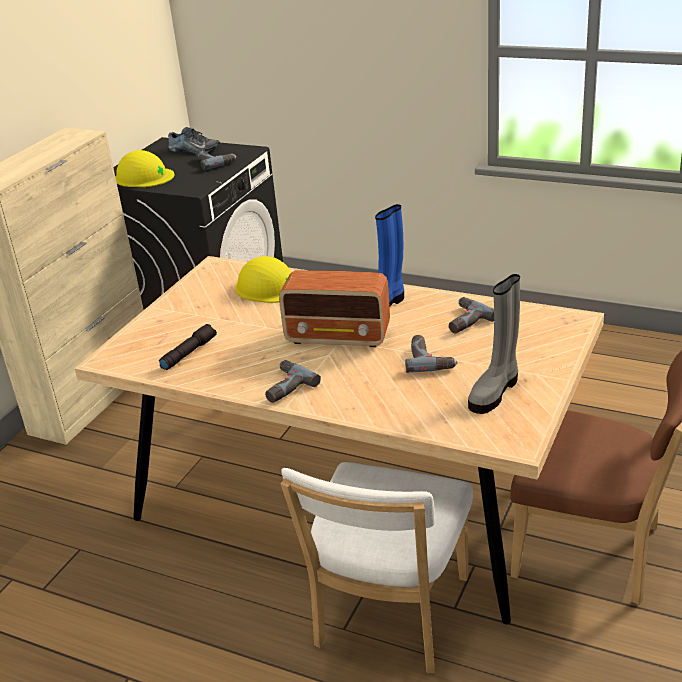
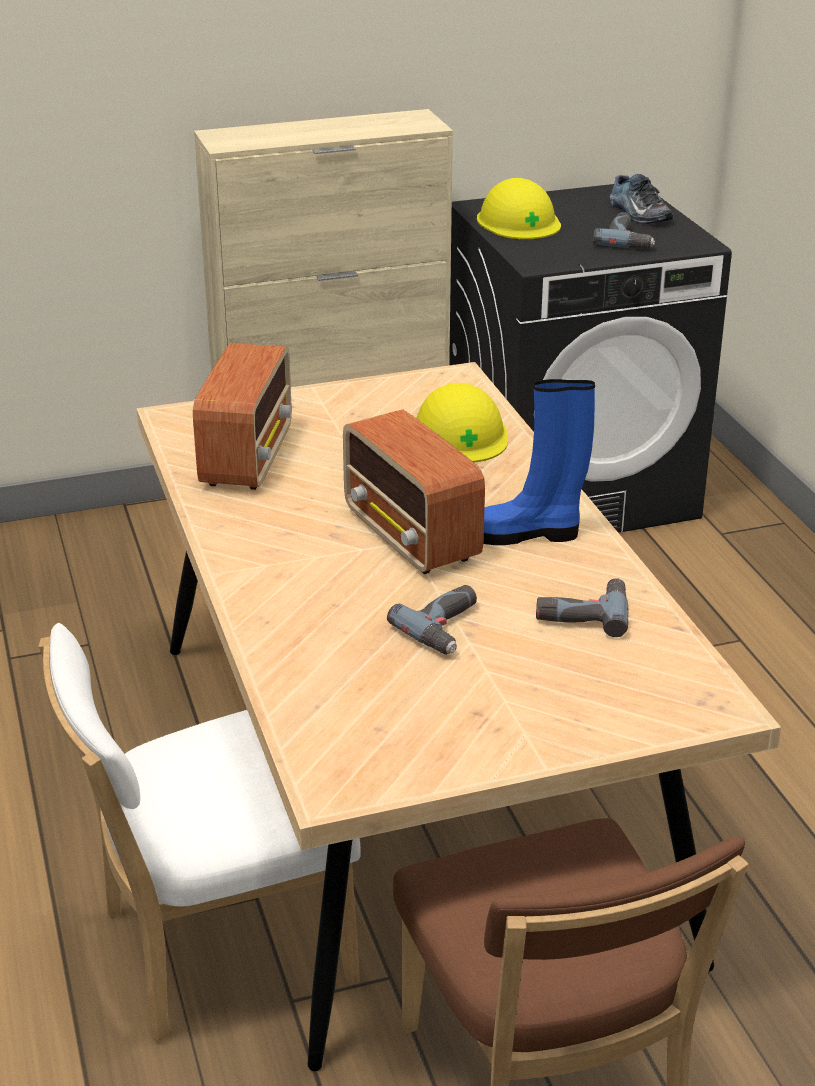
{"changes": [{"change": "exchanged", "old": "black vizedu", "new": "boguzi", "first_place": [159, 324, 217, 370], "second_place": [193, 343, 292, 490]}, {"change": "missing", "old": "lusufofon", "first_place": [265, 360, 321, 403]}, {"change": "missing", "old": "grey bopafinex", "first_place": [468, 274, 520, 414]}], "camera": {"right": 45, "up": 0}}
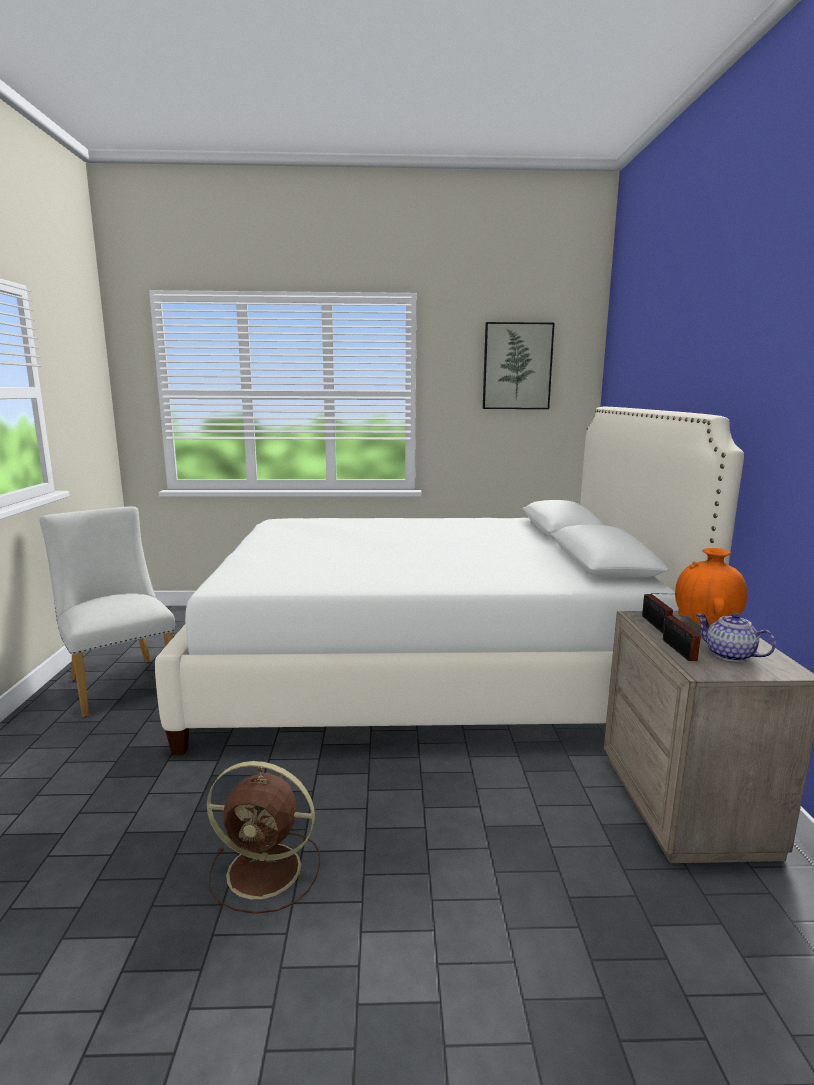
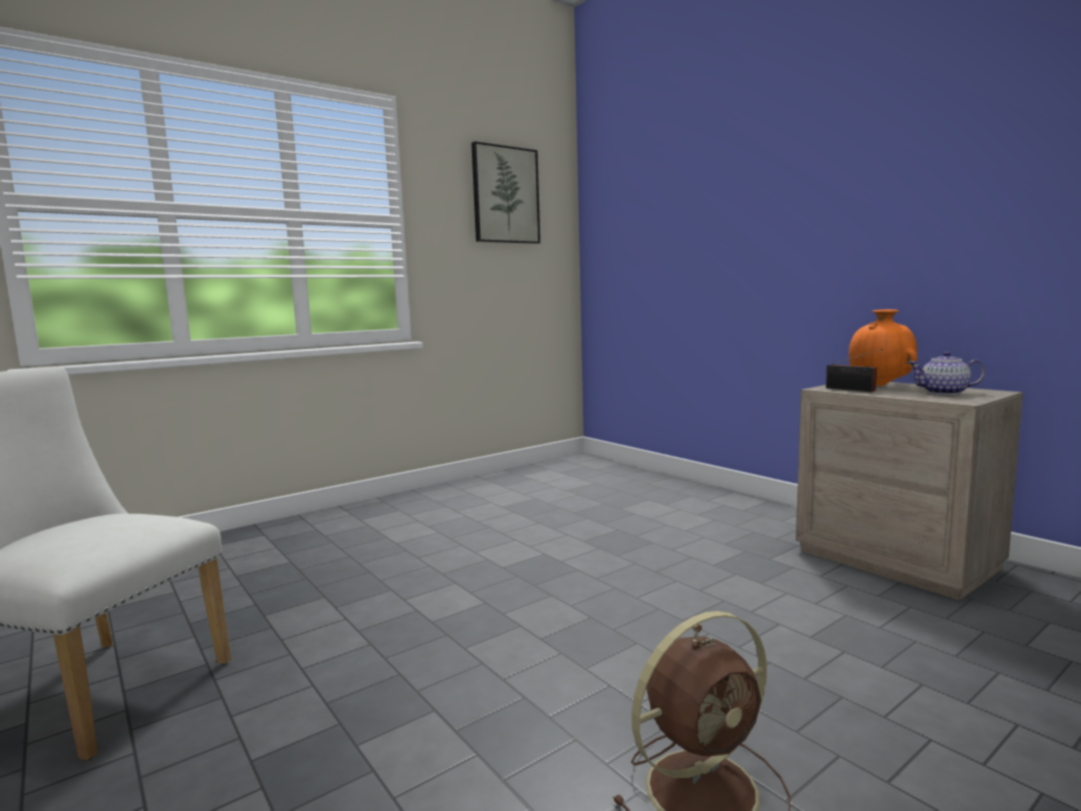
{"changes": [{"change": "missing", "old": "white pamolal", "first_place": [155, 407, 744, 755]}, {"change": "missing", "old": "boguzi", "first_place": [663, 615, 705, 661]}], "camera": {"right": -35, "up": -5}}
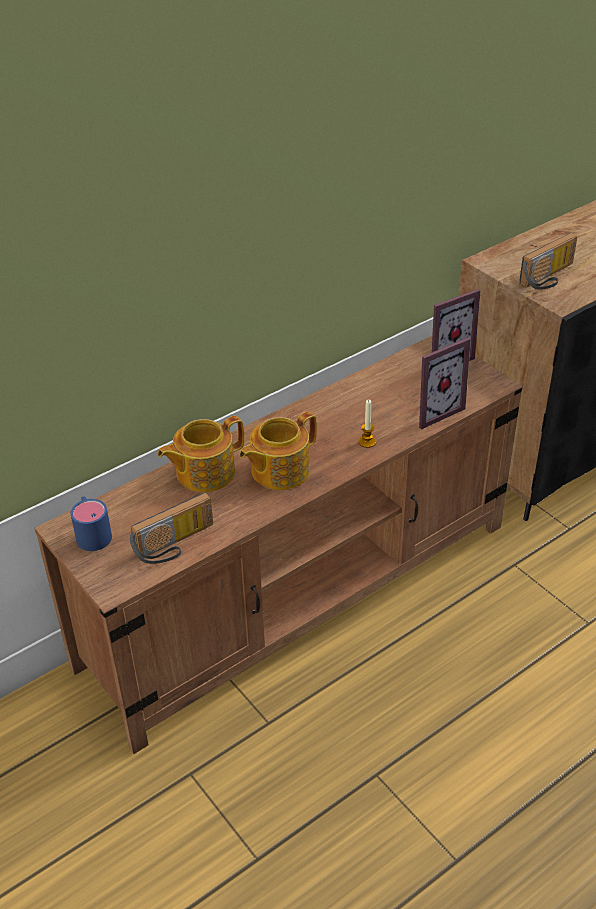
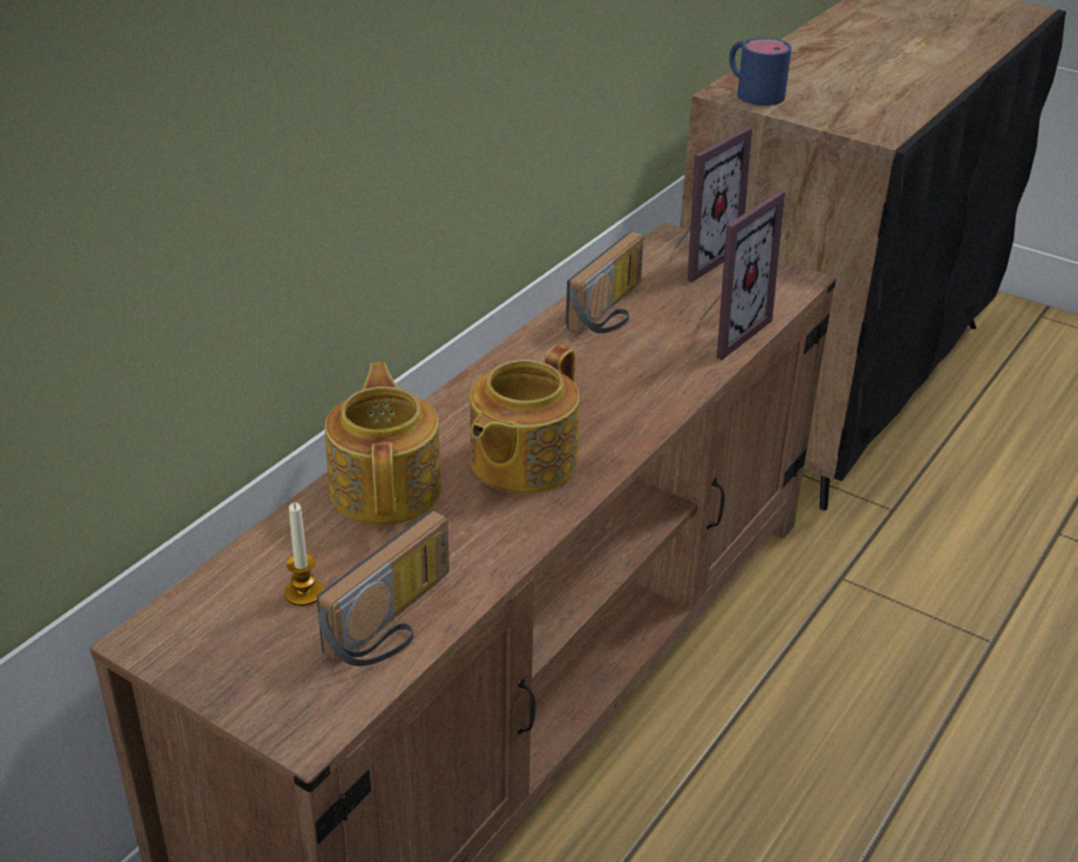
{"changes": [{"change": "relocated", "old": "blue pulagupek", "first_place": [70, 496, 112, 551], "second_place": [729, 38, 792, 106]}, {"change": "spun", "old": "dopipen", "first_place": [158, 416, 244, 492], "second_place": [325, 362, 441, 525], "degrees": 135}, {"change": "relocated", "old": "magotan", "first_place": [358, 399, 376, 448], "second_place": [284, 503, 324, 606]}, {"change": "relocated", "old": "boguzi", "first_place": [519, 233, 577, 290], "second_place": [566, 231, 644, 333]}], "camera": {"right": -20, "up": -5}}
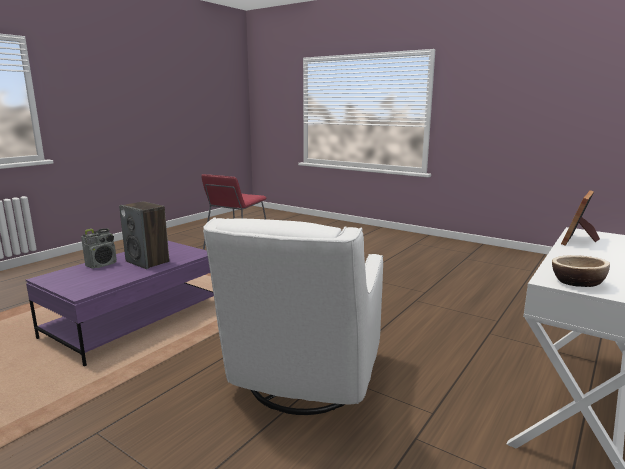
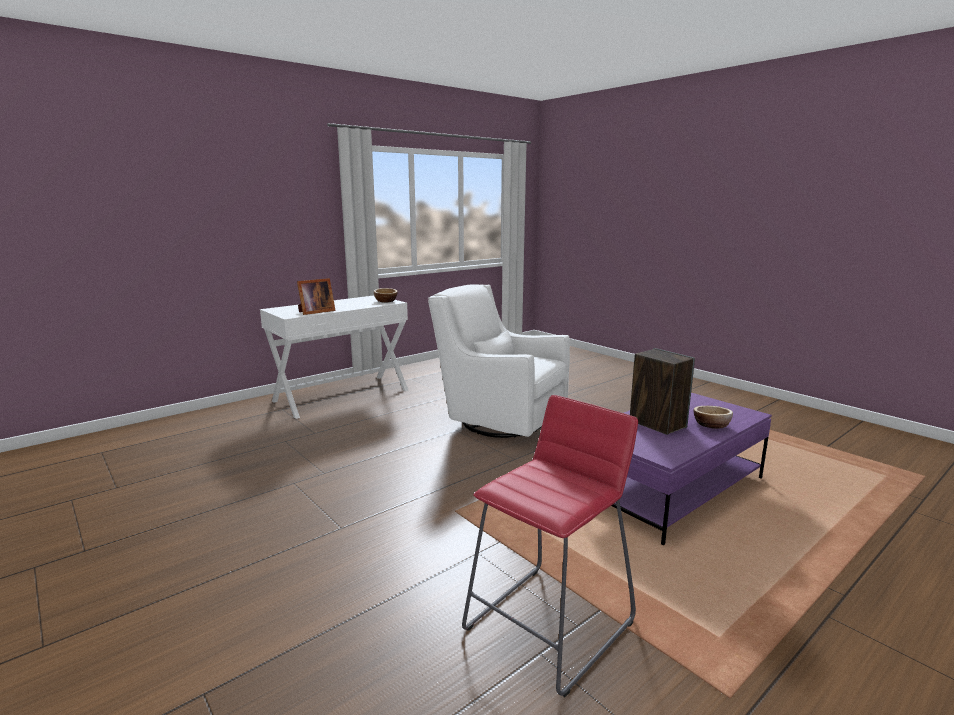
{"changes": [{"change": "exchanged", "old": "boguzi", "new": "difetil", "first_place": [81, 228, 117, 269], "second_place": [694, 406, 733, 429]}, {"change": "spun", "old": "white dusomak", "first_place": [203, 218, 383, 415], "second_place": [428, 284, 570, 438], "degrees": -90}], "camera": {"right": -165, "up": 0}}
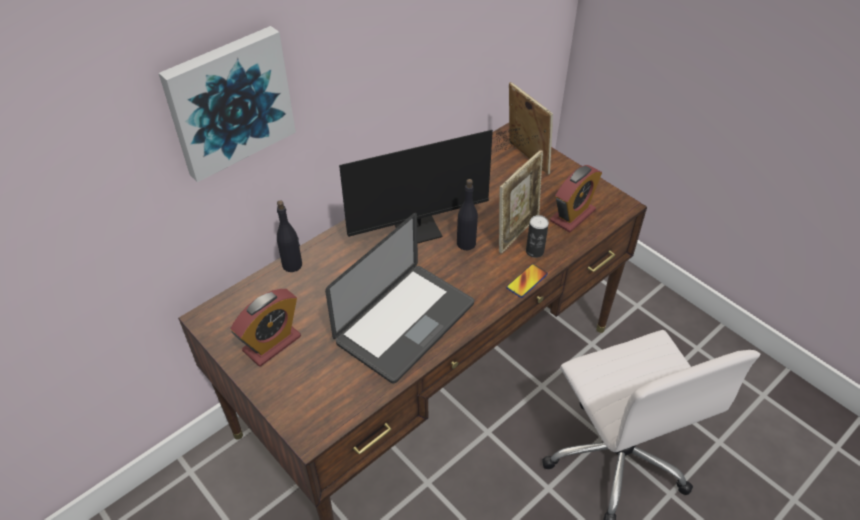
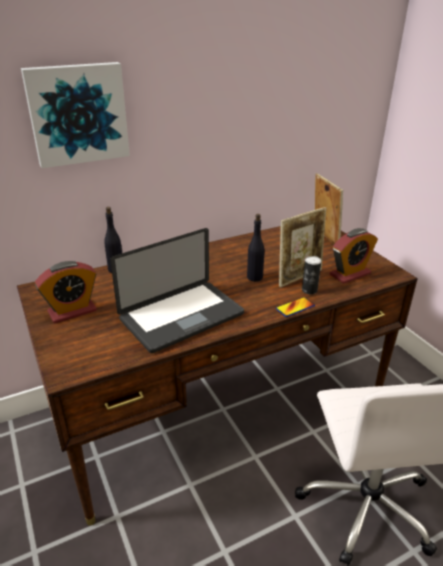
{"changes": [{"change": "missing", "old": "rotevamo", "first_place": [339, 128, 535, 243]}], "camera": {"right": 15, "up": -15}}
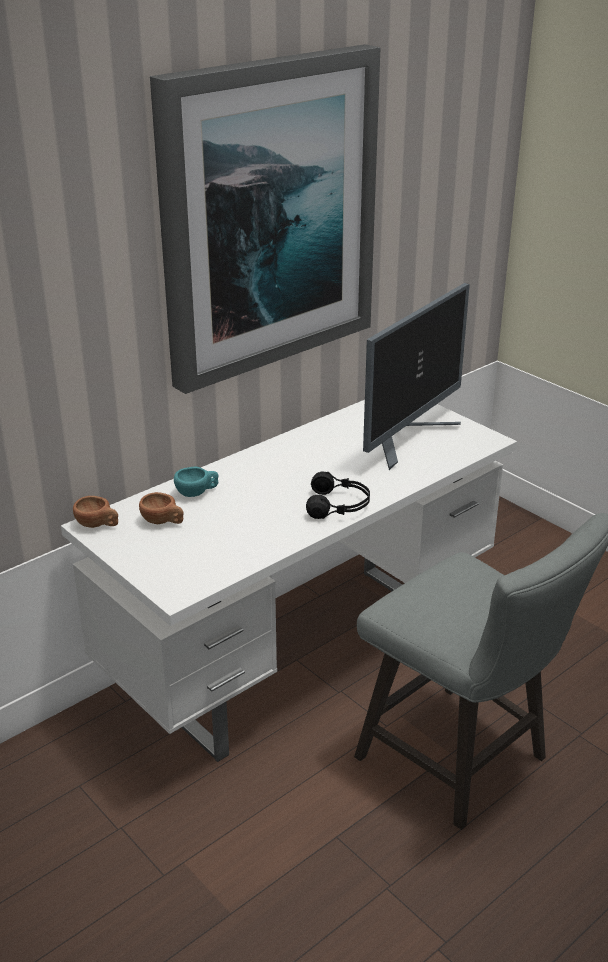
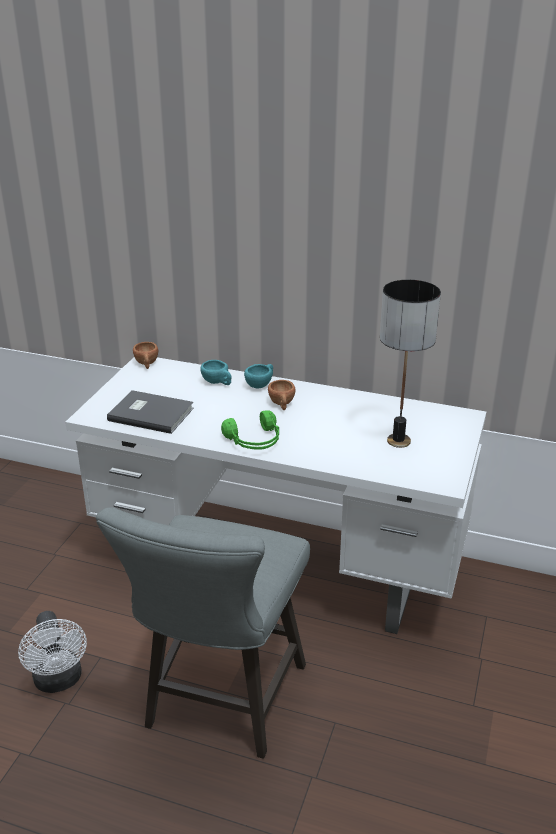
{"changes": [{"change": "relocated", "old": "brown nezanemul", "first_place": [139, 492, 184, 524], "second_place": [268, 380, 295, 410]}, {"change": "missing", "old": "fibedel", "first_place": [150, 44, 380, 394]}, {"change": "colour", "old": "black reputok", "new": "green reputok", "first_place": [306, 471, 370, 519], "second_place": [221, 410, 279, 450]}, {"change": "exchanged", "old": "rotevamo", "new": "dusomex", "first_place": [363, 283, 470, 470], "second_place": [380, 280, 441, 448]}, {"change": "appeared", "new": "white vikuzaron", "second_place": [18, 611, 87, 693]}, {"change": "appeared", "new": "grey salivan", "second_place": [107, 390, 194, 434]}, {"change": "appeared", "new": "turquoise nezanemul", "second_place": [244, 364, 273, 389]}], "camera": {"right": 60, "up": 0}}
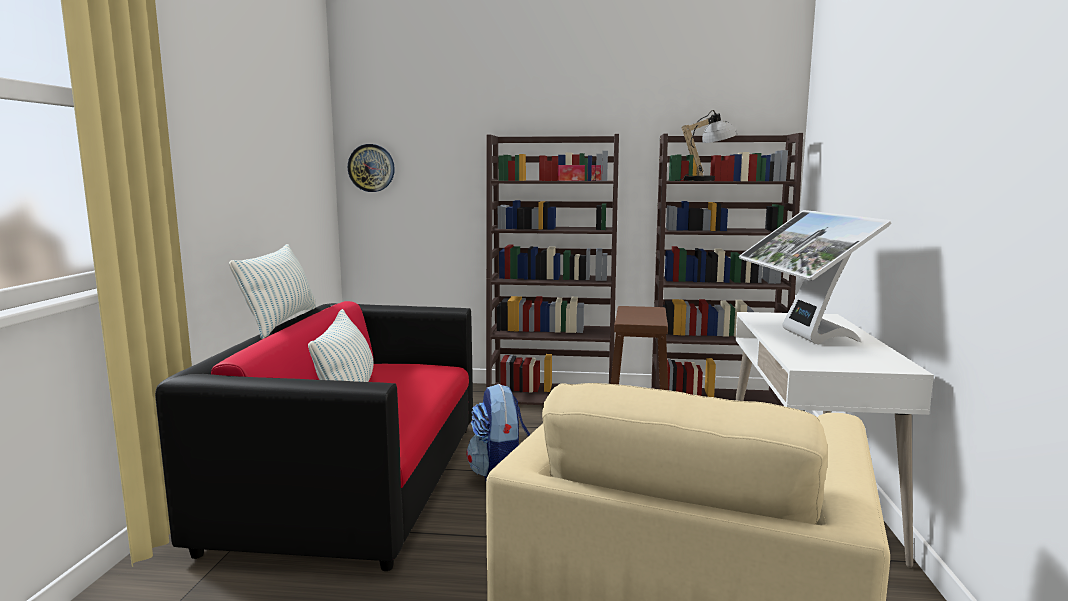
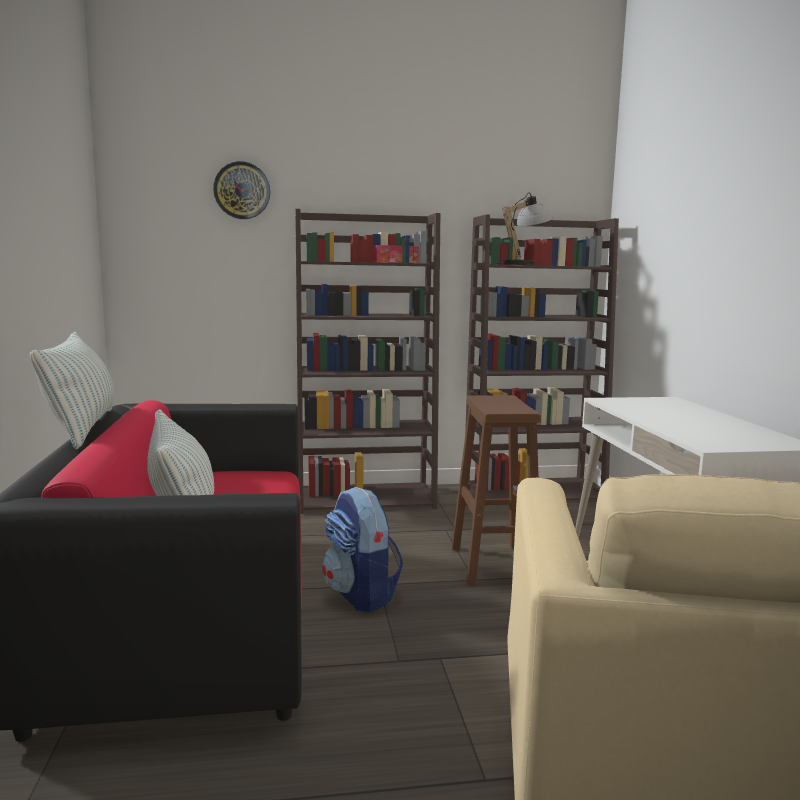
{"changes": [{"change": "relocated", "old": "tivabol", "first_place": [348, 144, 395, 192], "second_place": [213, 161, 270, 219]}, {"change": "missing", "old": "rotevamo", "first_place": [739, 210, 892, 344]}], "camera": {"right": -15, "up": 0}}
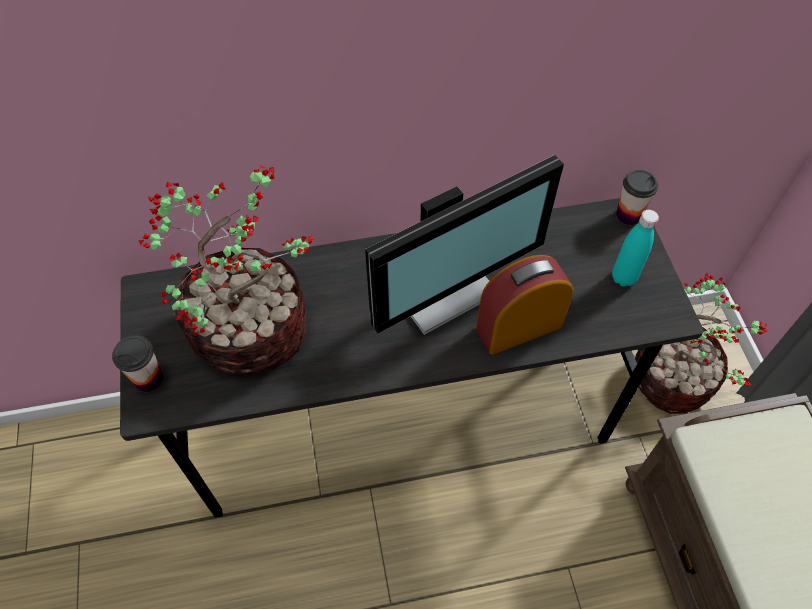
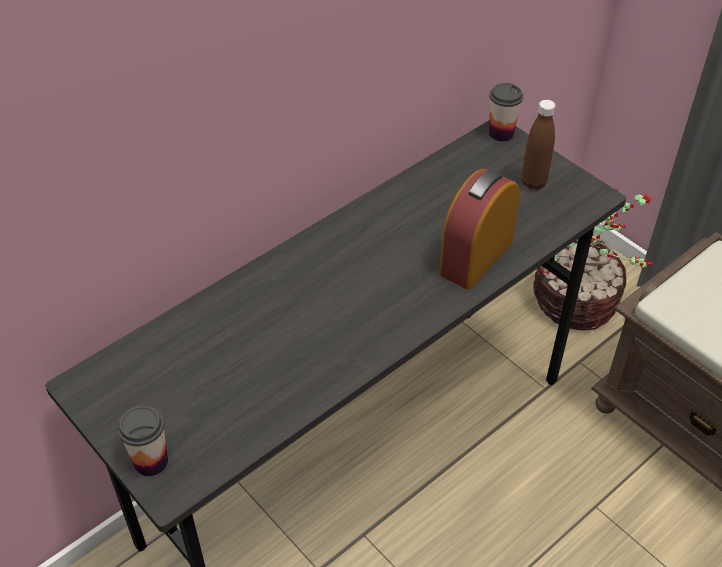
{"changes": [{"change": "missing", "old": "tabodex", "first_place": [138, 165, 313, 375]}, {"change": "missing", "old": "rotevamo", "first_place": [365, 155, 564, 335]}, {"change": "colour", "old": "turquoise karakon", "new": "brown karakon", "first_place": [612, 210, 659, 287], "second_place": [522, 100, 556, 190]}], "camera": {"right": -30, "up": -10}}
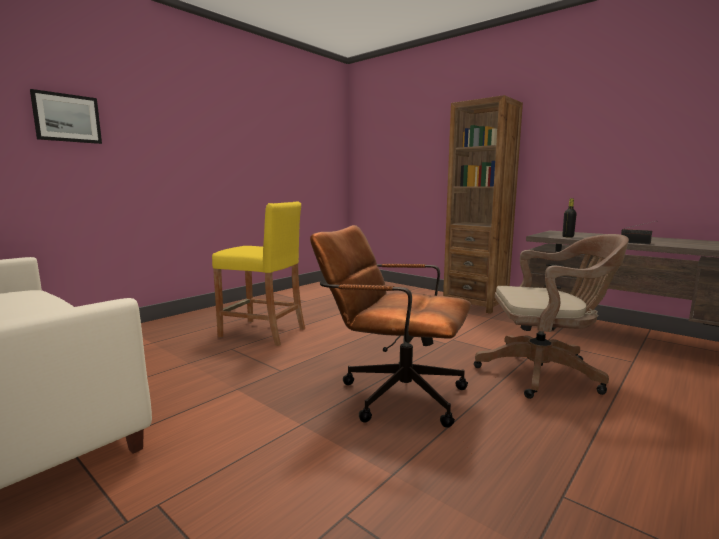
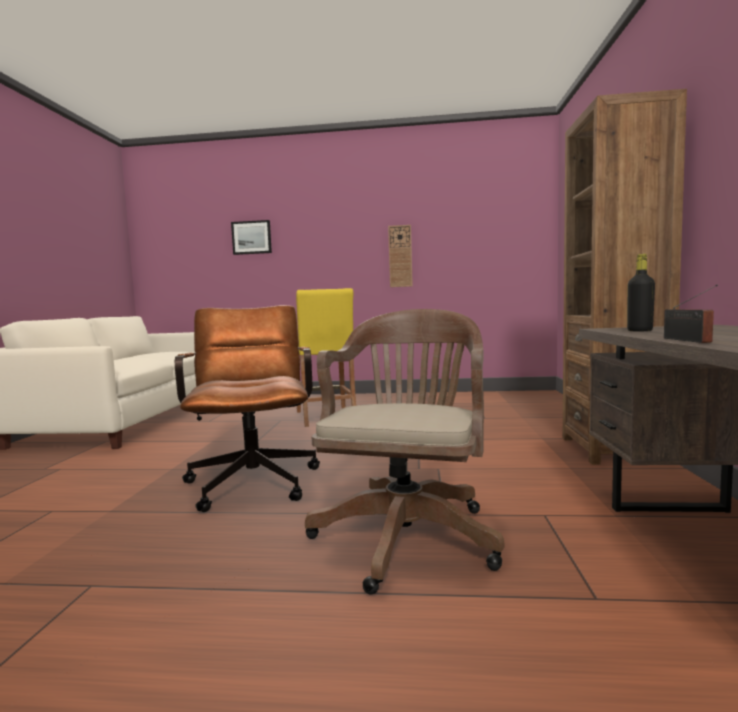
{"changes": [{"change": "spun", "old": "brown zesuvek", "first_place": [474, 234, 629, 399], "second_place": [305, 309, 504, 595], "degrees": -135}, {"change": "appeared", "new": "tivabol", "second_place": [388, 225, 413, 287]}], "camera": {"right": 55, "up": -5}}
